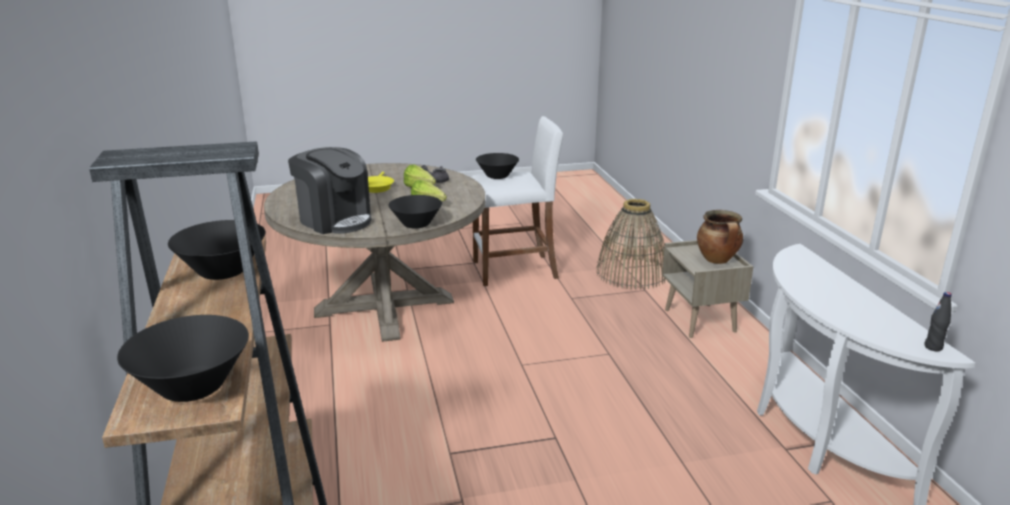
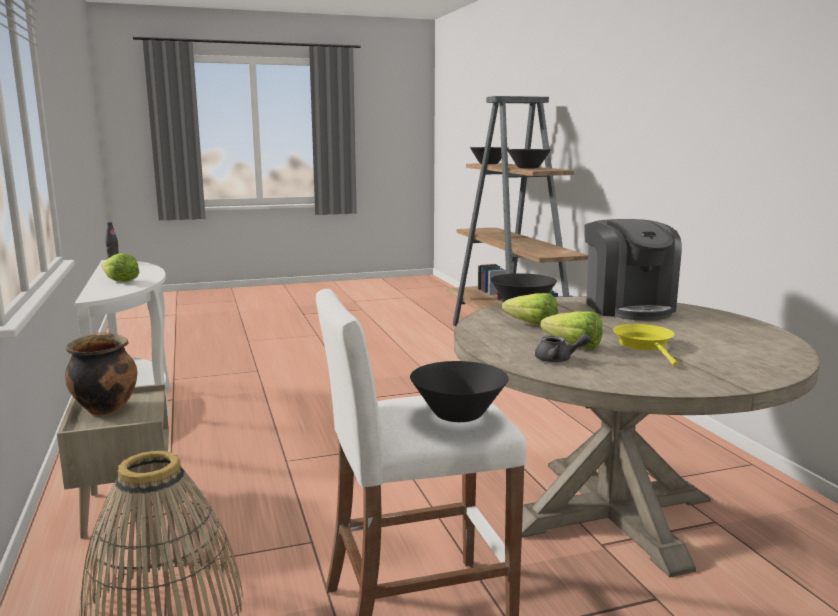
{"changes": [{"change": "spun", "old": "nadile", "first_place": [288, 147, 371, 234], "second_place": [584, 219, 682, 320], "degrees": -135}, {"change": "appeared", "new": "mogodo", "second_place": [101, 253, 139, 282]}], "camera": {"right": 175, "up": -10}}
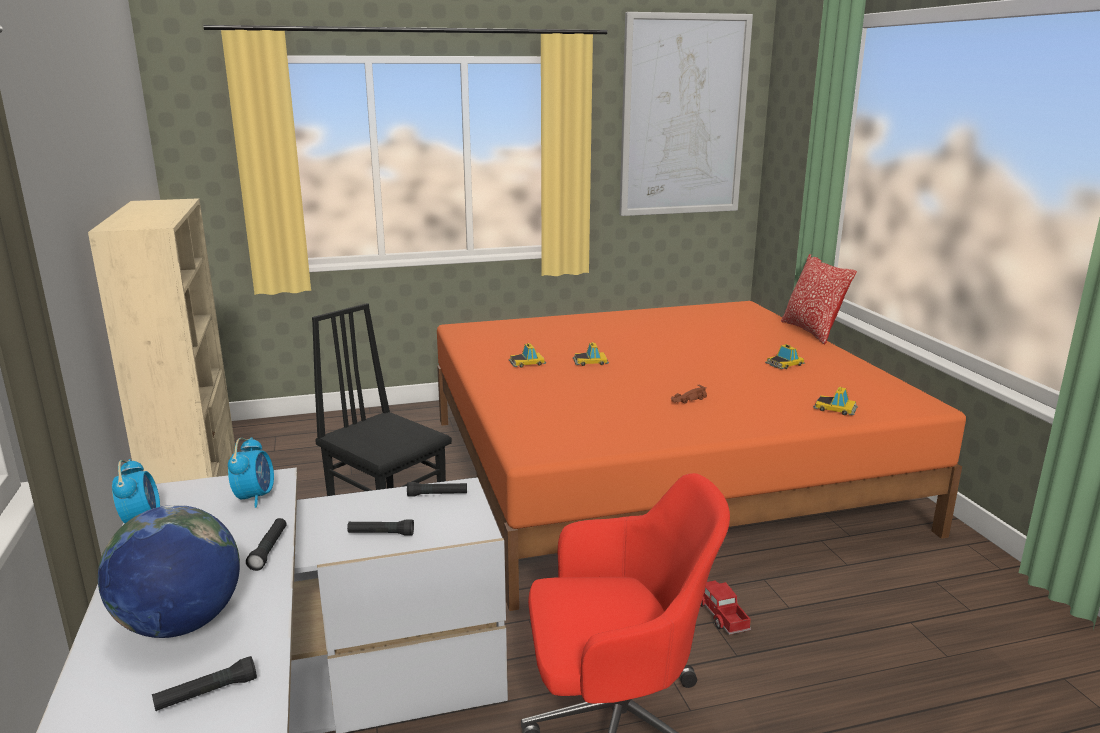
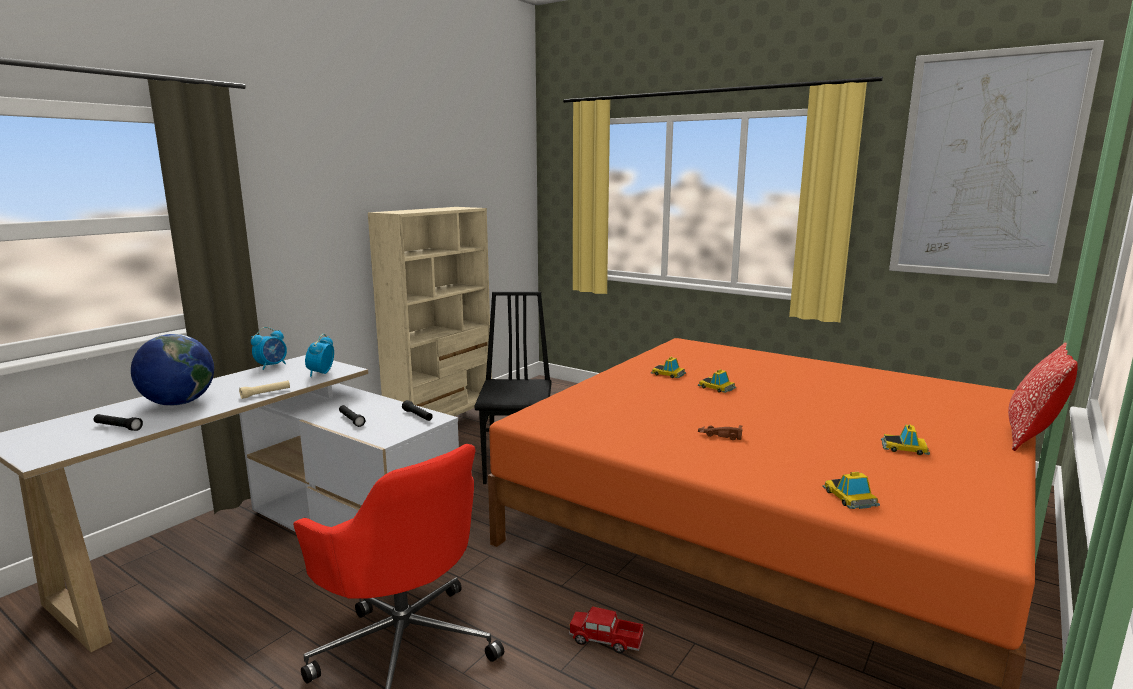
{"changes": [{"change": "spun", "old": "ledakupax", "first_place": [228, 437, 274, 508], "second_place": [305, 334, 334, 377], "degrees": 135}, {"change": "colour", "old": "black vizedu", "new": "beige vizedu", "first_place": [246, 518, 287, 571], "second_place": [239, 380, 290, 399]}, {"change": "spun", "old": "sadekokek", "first_place": [701, 580, 751, 635], "second_place": [569, 606, 644, 653], "degrees": -105}], "camera": {"right": 50, "up": -5}}
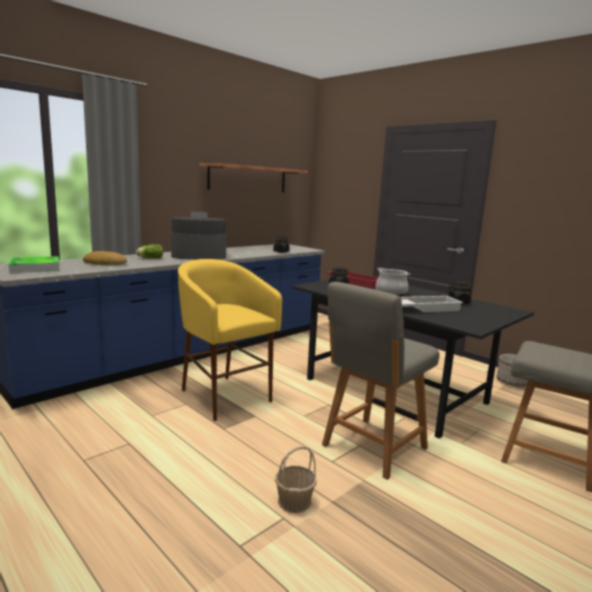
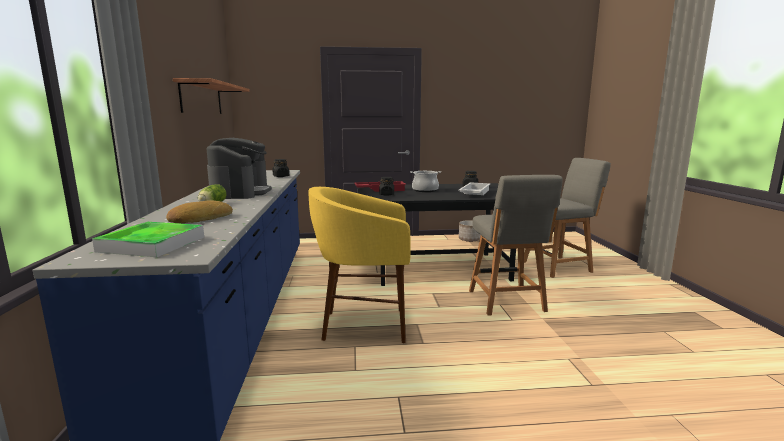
{"changes": [{"change": "spun", "old": "nadile", "first_place": [171, 212, 226, 260], "second_place": [207, 138, 272, 199], "degrees": 150}, {"change": "missing", "old": "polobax", "first_place": [275, 446, 317, 513]}], "camera": {"right": -50, "up": 0}}
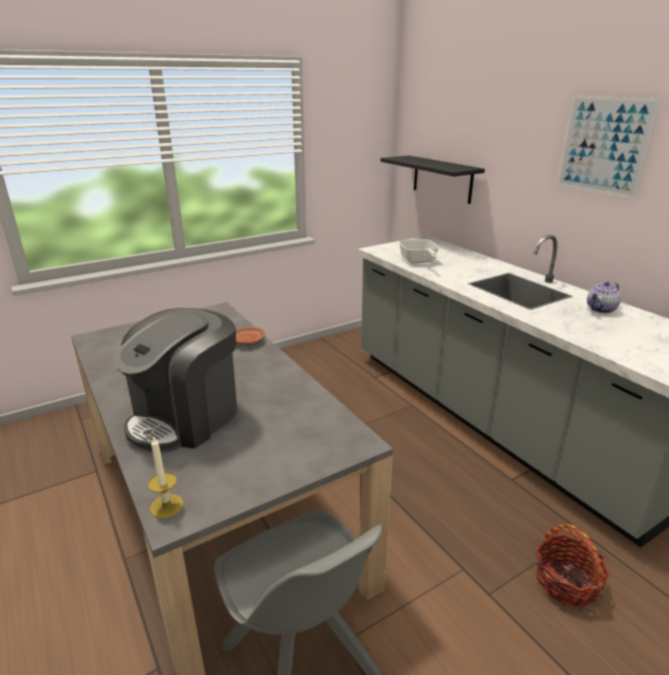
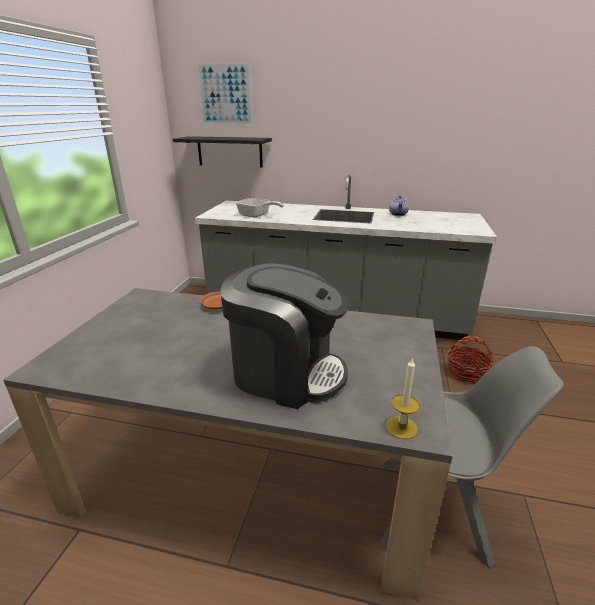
{"changes": [{"change": "spun", "old": "nadile", "first_place": [114, 308, 237, 452], "second_place": [220, 263, 349, 409], "degrees": -60}, {"change": "relocated", "old": "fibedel", "first_place": [557, 96, 662, 199], "second_place": [196, 62, 253, 125]}], "camera": {"right": -45, "up": 0}}
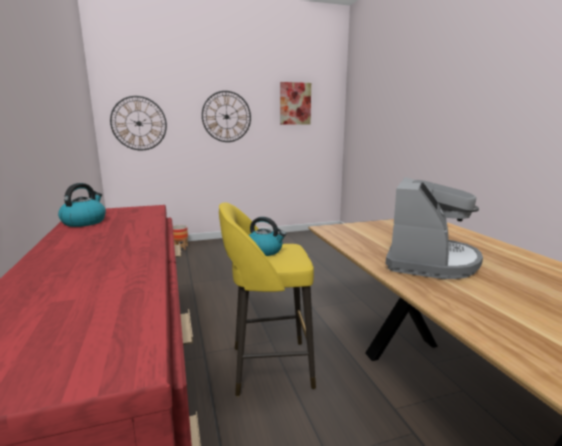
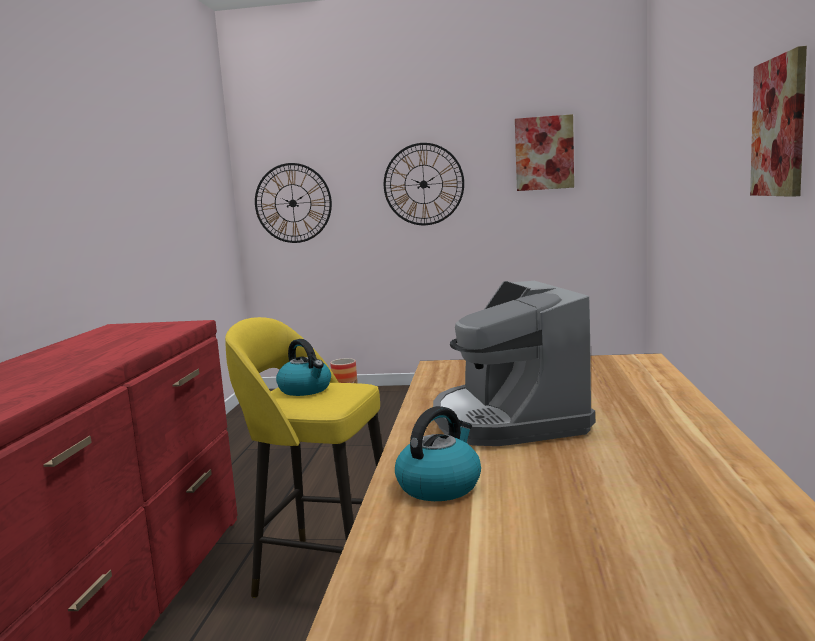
{"changes": [{"change": "relocated", "old": "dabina", "first_place": [58, 183, 106, 227], "second_place": [395, 406, 481, 501]}, {"change": "spun", "old": "nadile", "first_place": [385, 177, 483, 279], "second_place": [433, 281, 595, 446], "degrees": 120}, {"change": "appeared", "new": "fibedel", "second_place": [750, 46, 807, 197]}], "camera": {"right": 25, "up": -5}}
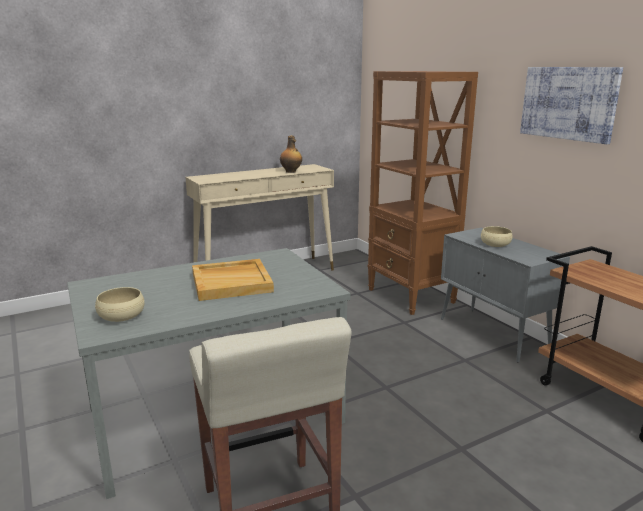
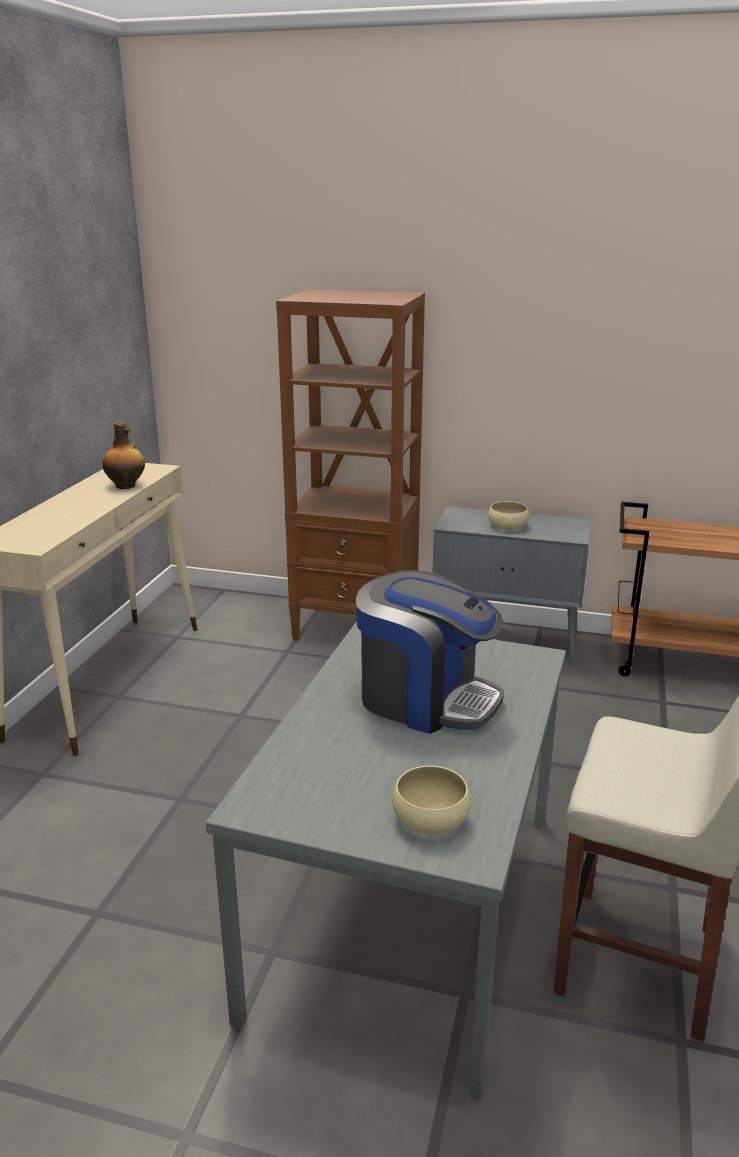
{"changes": [{"change": "exchanged", "old": "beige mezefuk", "new": "nadile", "first_place": [192, 259, 274, 301], "second_place": [356, 570, 504, 734]}, {"change": "missing", "old": "fibedel", "first_place": [520, 67, 623, 144]}], "camera": {"right": -45, "up": 5}}
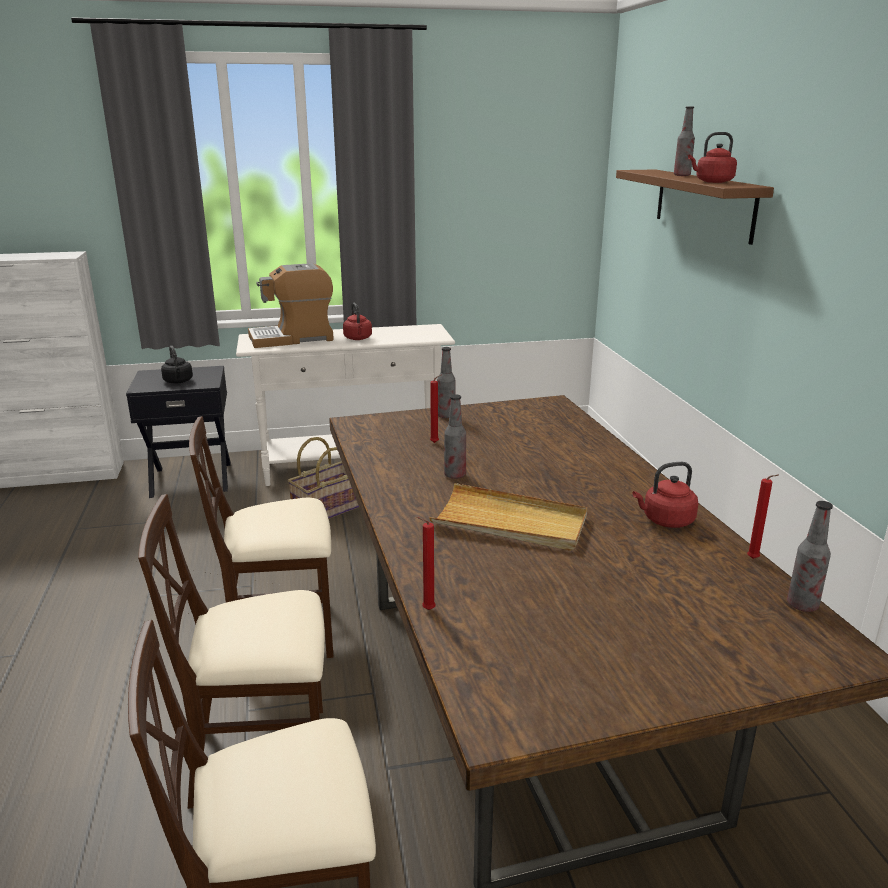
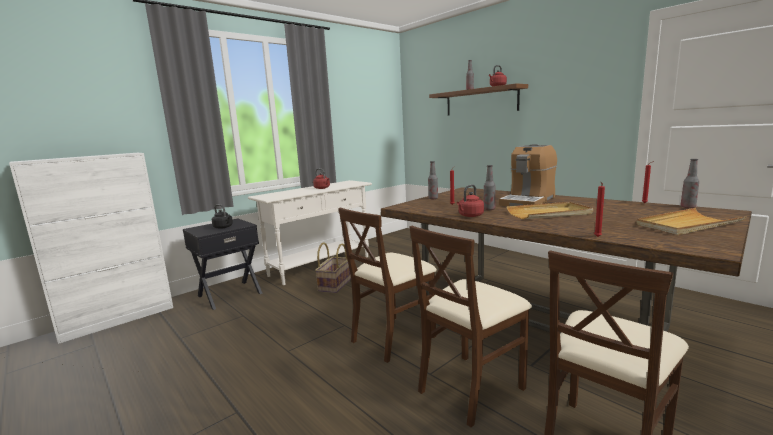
{"changes": [{"change": "relocated", "old": "nadile", "first_place": [248, 263, 334, 348], "second_place": [499, 144, 557, 206]}, {"change": "relocated", "old": "red dabina", "first_place": [633, 462, 698, 528], "second_place": [457, 184, 484, 217]}, {"change": "appeared", "new": "beige mezefuk", "second_place": [637, 208, 746, 235]}], "camera": {"right": -30, "up": -10}}
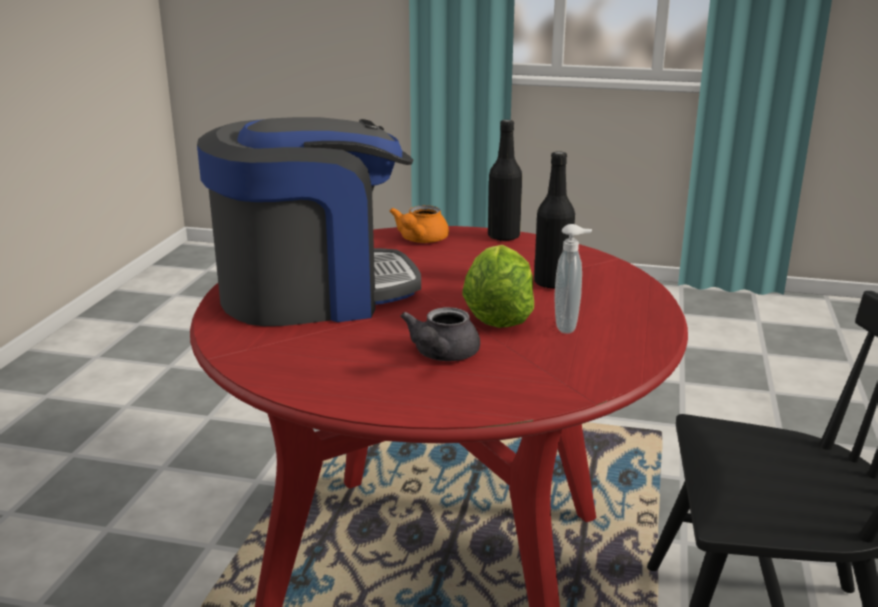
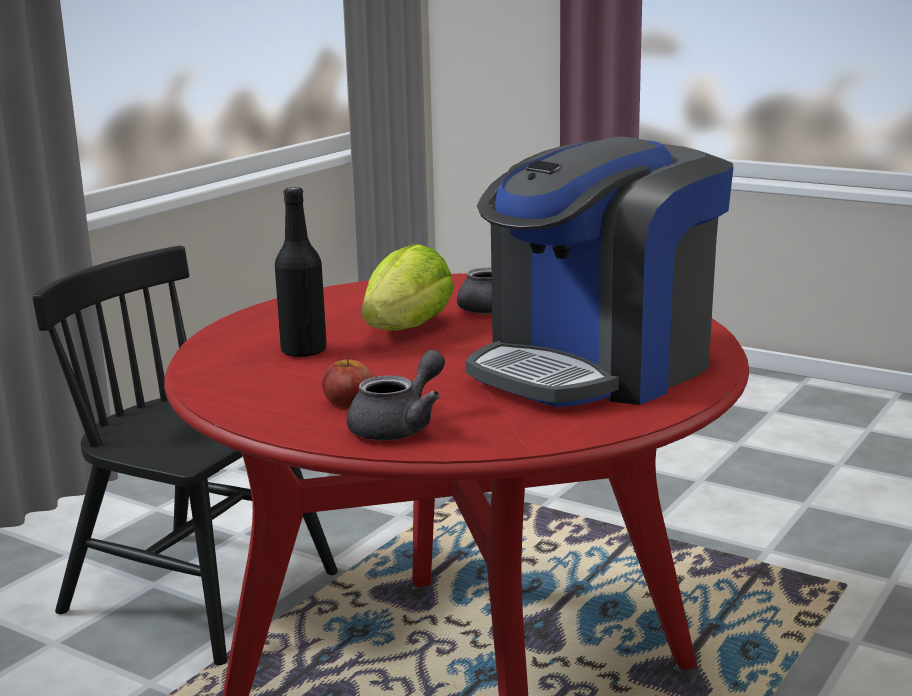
{"changes": [{"change": "spun", "old": "nadile", "first_place": [197, 117, 421, 326], "second_place": [465, 137, 734, 407], "degrees": -45}, {"change": "colour", "old": "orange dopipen", "new": "grey dopipen", "first_place": [389, 205, 449, 243], "second_place": [347, 350, 445, 440]}, {"change": "missing", "old": "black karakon", "first_place": [488, 120, 522, 241]}, {"change": "missing", "old": "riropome", "first_place": [554, 224, 592, 334]}, {"change": "appeared", "new": "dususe", "second_place": [322, 354, 373, 408]}], "camera": {"right": -160, "up": -5}}
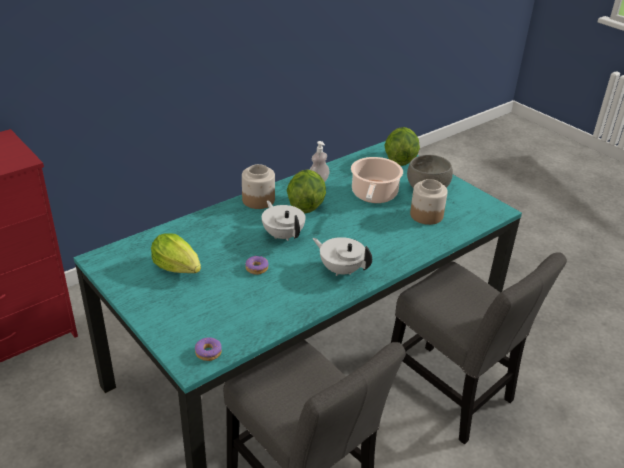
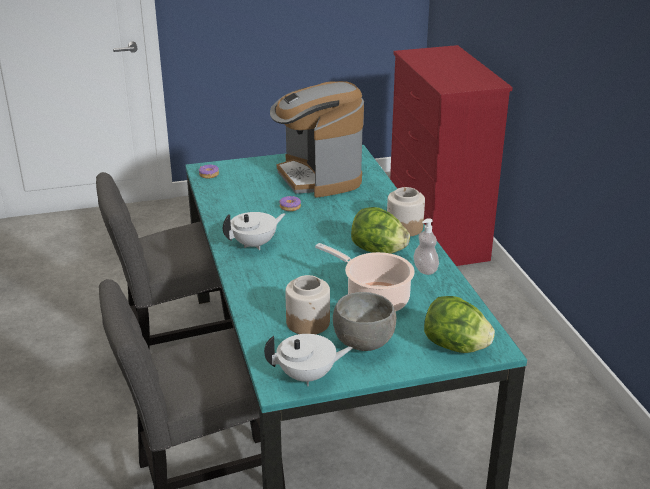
{"changes": [{"change": "exchanged", "old": "mogodo", "new": "nadile", "first_place": [151, 233, 201, 273], "second_place": [270, 81, 364, 198]}, {"change": "relocated", "old": "white dopipen", "first_place": [262, 200, 306, 241], "second_place": [264, 334, 353, 386]}], "camera": {"right": 115, "up": -5}}
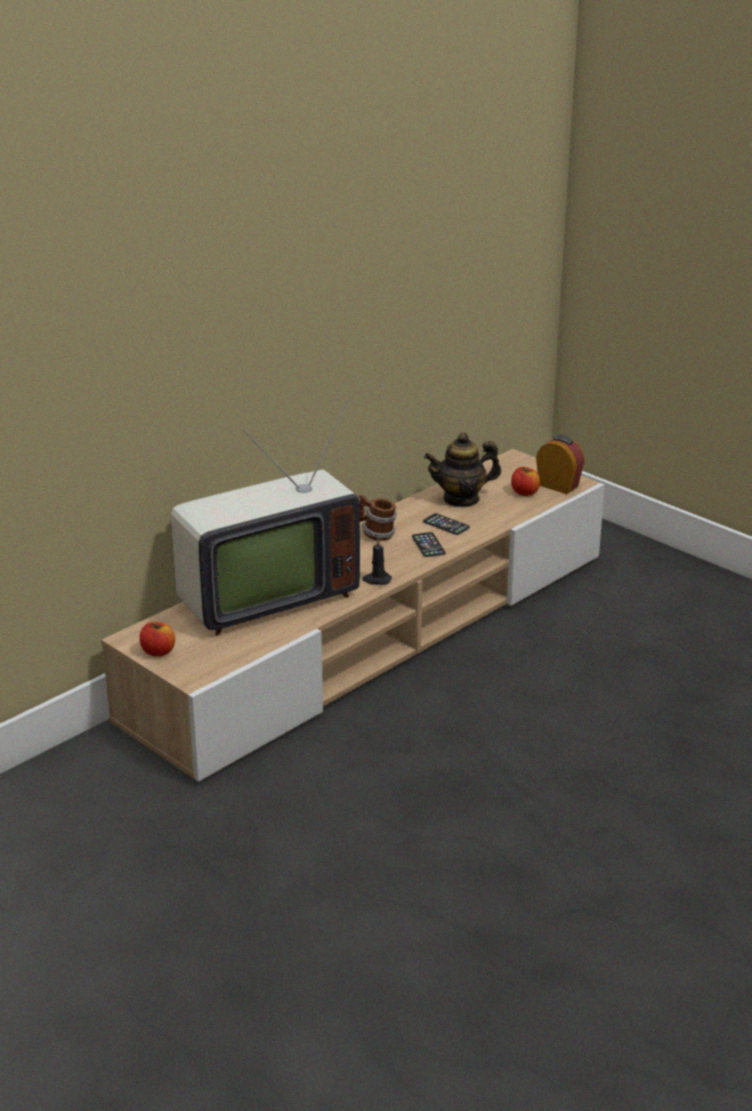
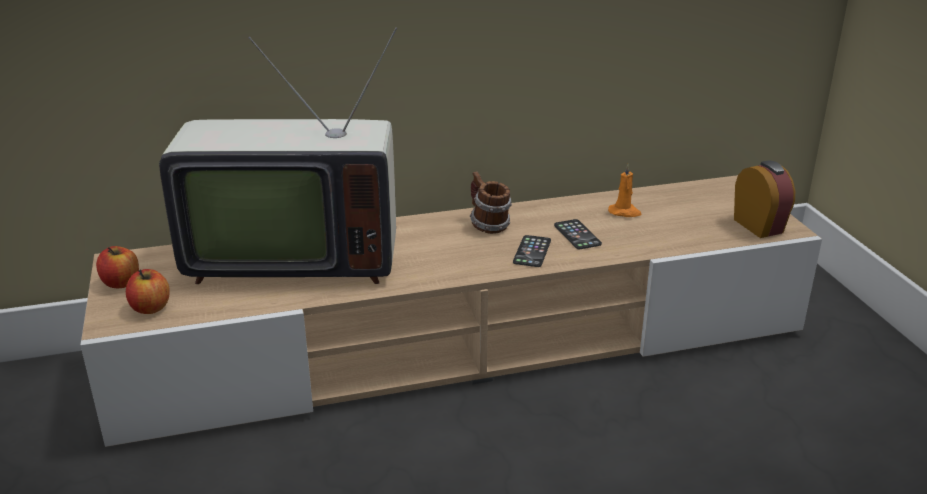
{"changes": [{"change": "missing", "old": "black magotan", "first_place": [362, 538, 392, 585]}, {"change": "exchanged", "old": "dopipen", "new": "orange magotan", "first_place": [424, 432, 501, 507], "second_place": [608, 163, 642, 217]}, {"change": "relocated", "old": "dususe", "first_place": [511, 467, 540, 496], "second_place": [126, 269, 170, 314]}], "camera": {"right": 30, "up": 0}}
